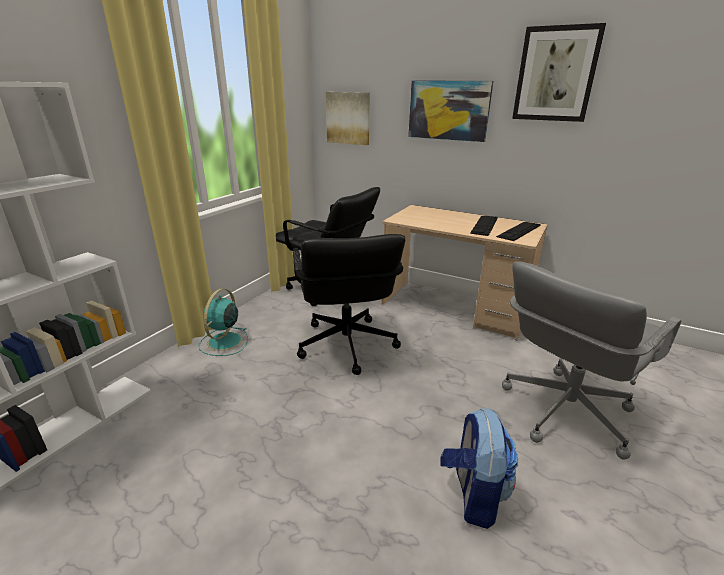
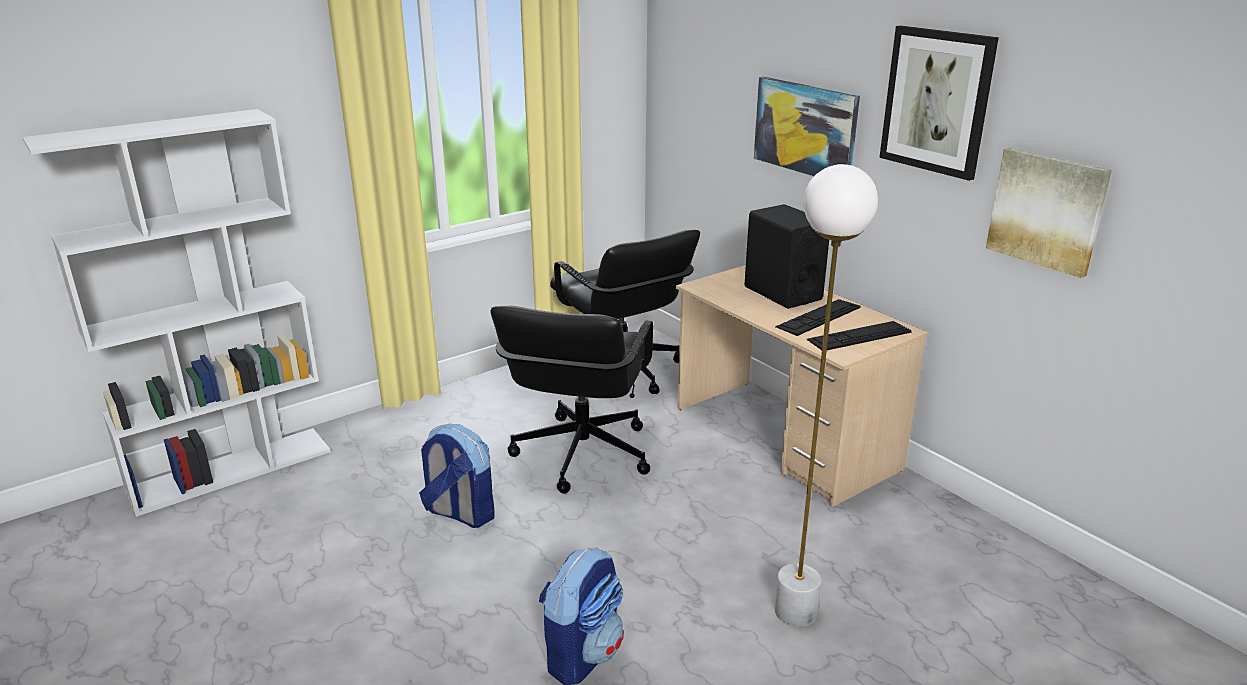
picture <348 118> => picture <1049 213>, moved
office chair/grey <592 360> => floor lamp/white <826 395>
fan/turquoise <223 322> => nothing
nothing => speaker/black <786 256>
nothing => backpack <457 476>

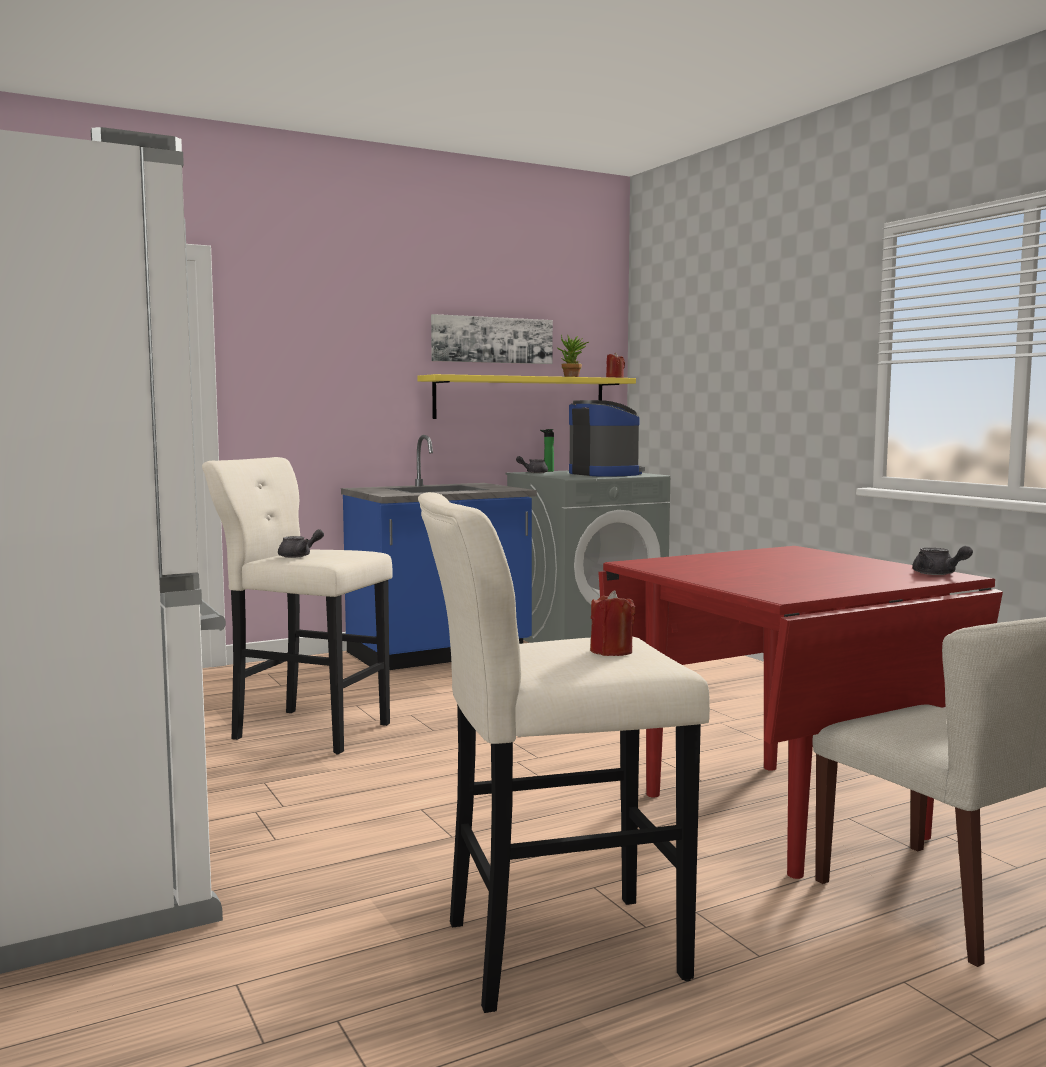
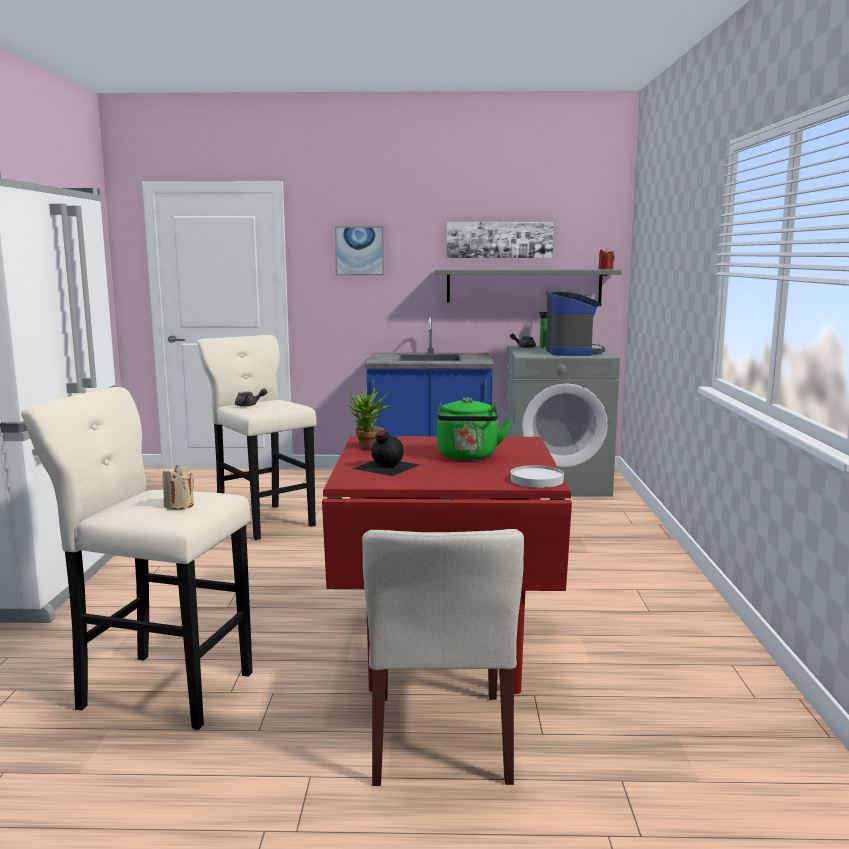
potted plant <573 356> => potted plant <369 419>, moved
shelf/yellow <526 396> => shelf/grey <528 286>
teapot/grey <942 560> => plate/white <537 477>
candle/red <612 623> => candle/beige <178 487>
nothing => picture <359 251>
nothing => kettle/green <474 428>
nothing => bottle/black <385 453>

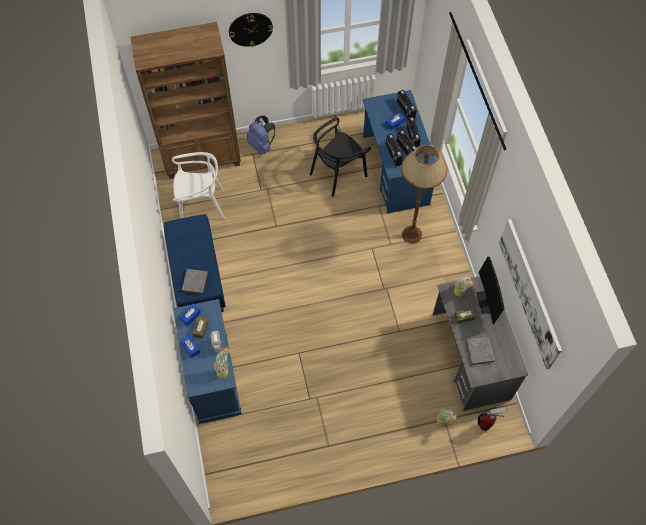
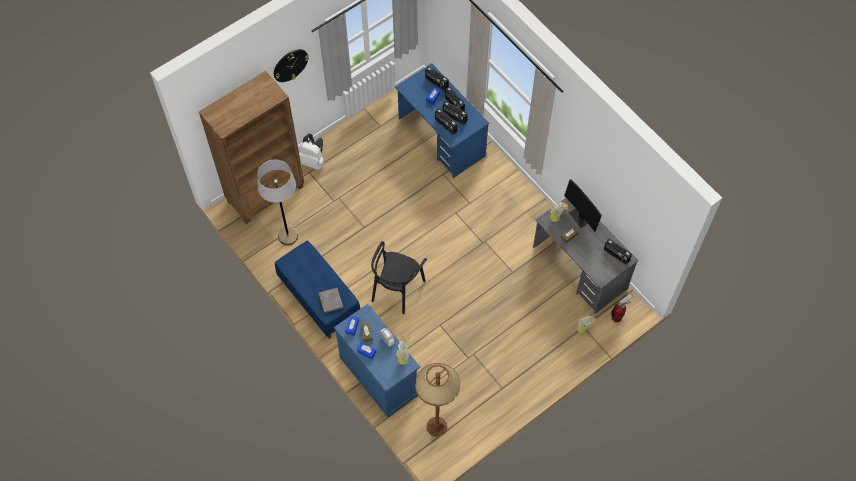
backpack/blue <261 135> => backpack/white <311 152>
chair/black <340 157> => chair/black <399 277>, moved
floor lamp/brown <424 194> => floor lamp/brown <437 400>, moved
chair/white <198 185> => floor lamp/grey <277 202>
picture <530 294> => nothing
book/grey <480 351> => nothing
nothing => radio <618 252>

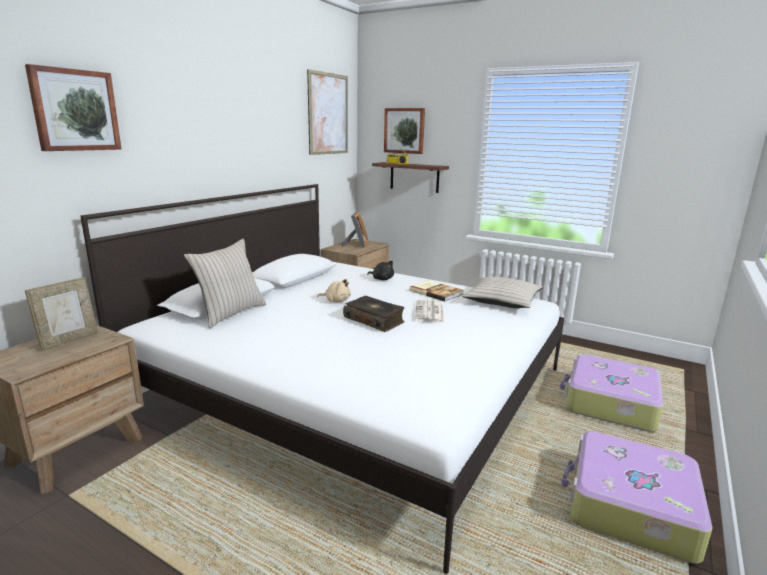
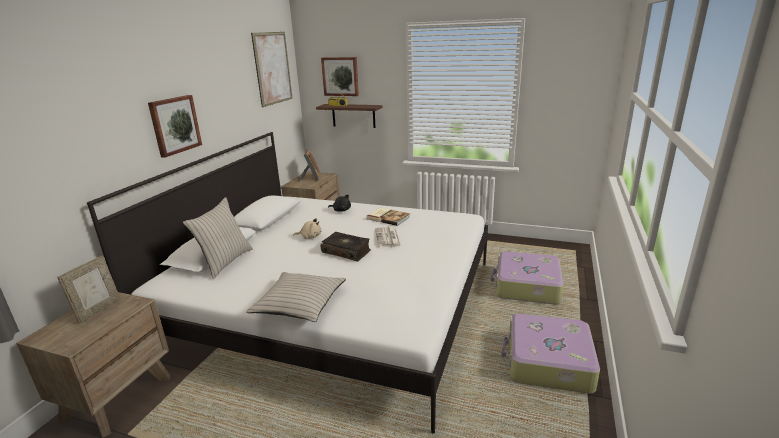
picture <73 107> => picture <175 126>, moved
pillow/beige <502 292> => pillow/beige <296 297>, moved

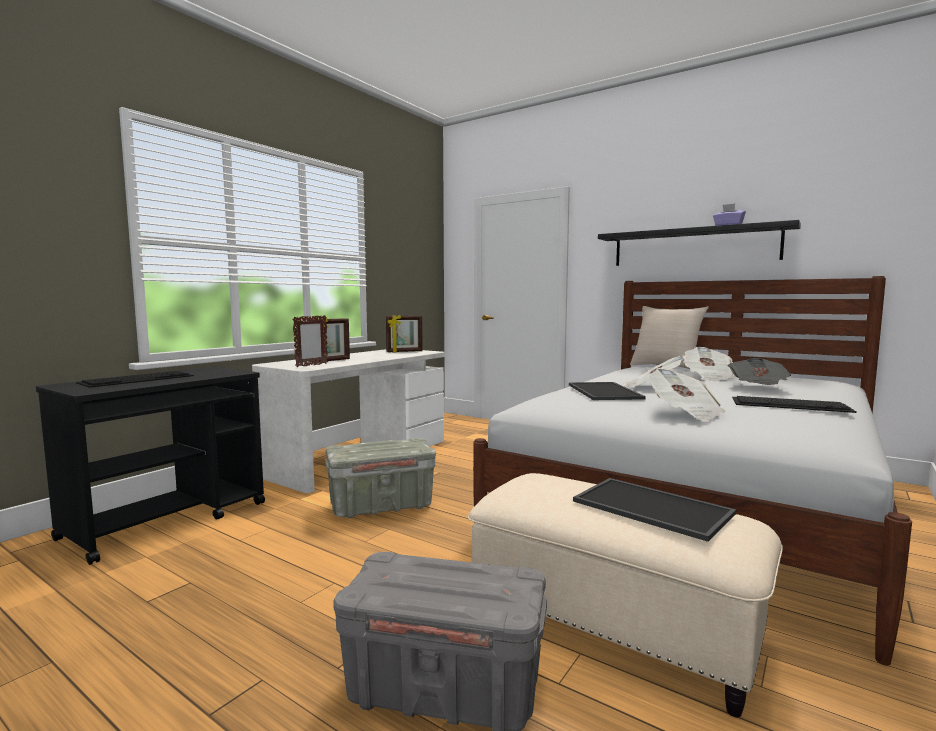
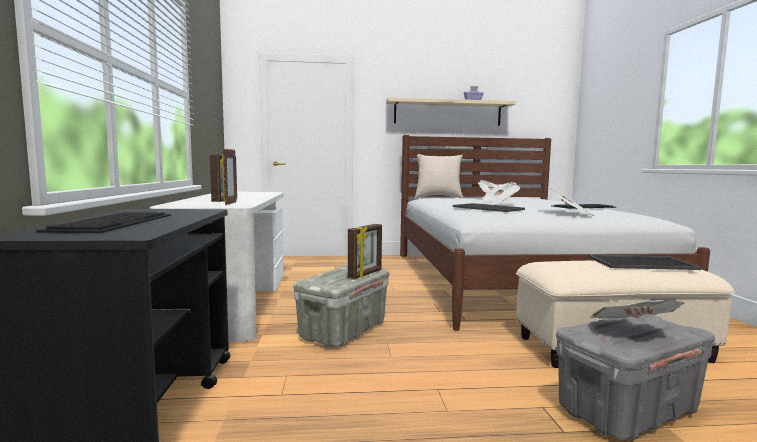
shelf/black <699 243> => shelf/beige <451 111>
picture frame <404 334> => picture frame <365 251>, moved
newspaper <759 371> => newspaper <637 309>, moved

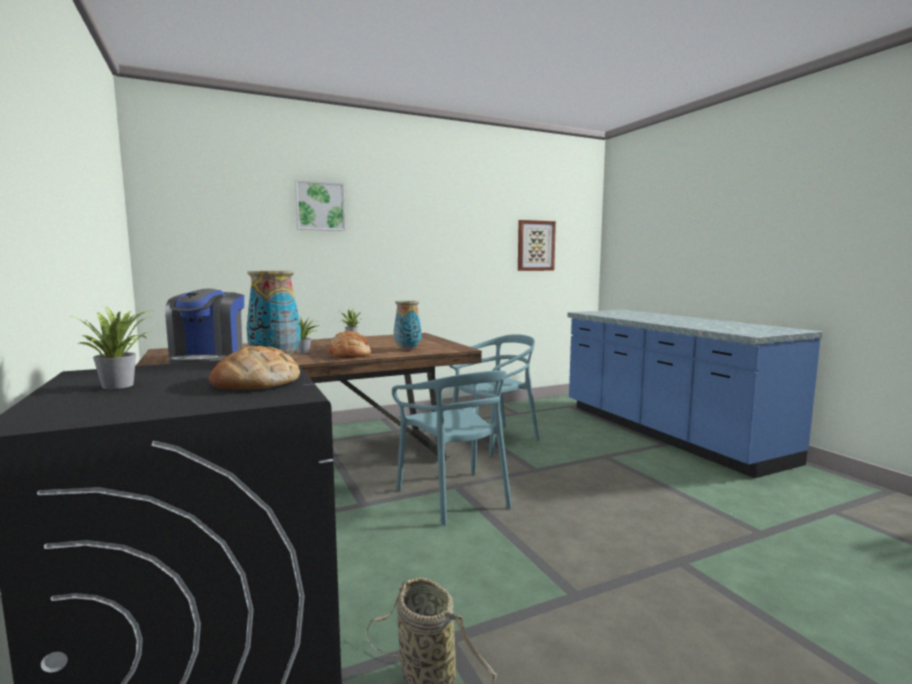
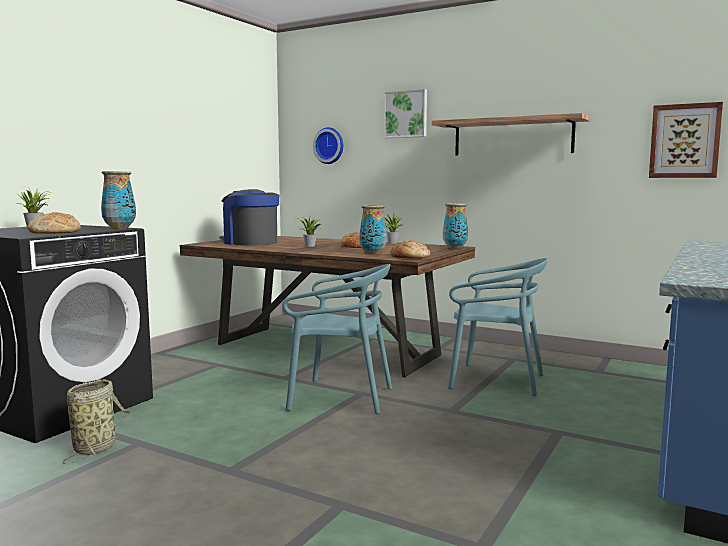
coffee machine <204 326> => coffee machine <249 217>, 75 degrees clockwise
bread <349 348> => bread <410 249>, moved
chair/turquoise <452 448> => chair/turquoise <337 339>, 105 degrees counterclockwise
nothing => shelf <511 134>
nothing => wall clock <328 145>
nothing => vase <455 226>

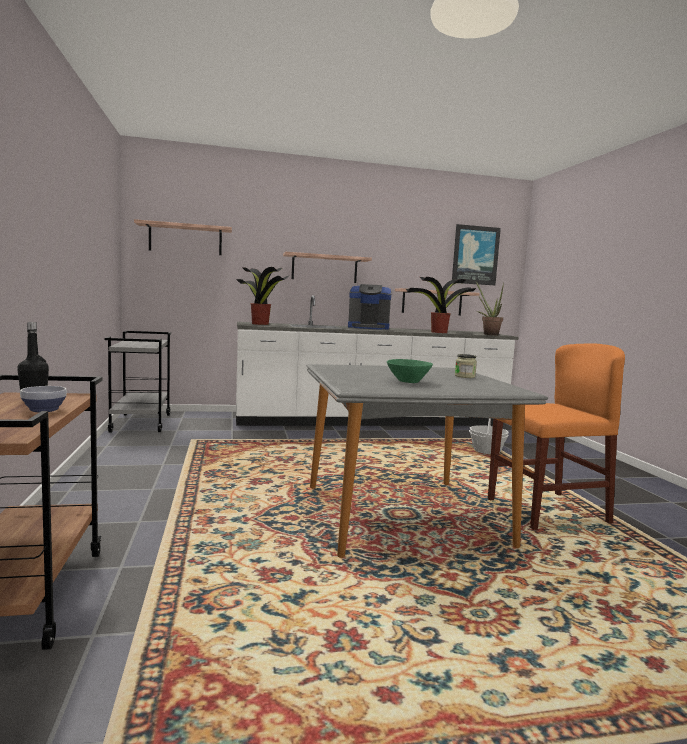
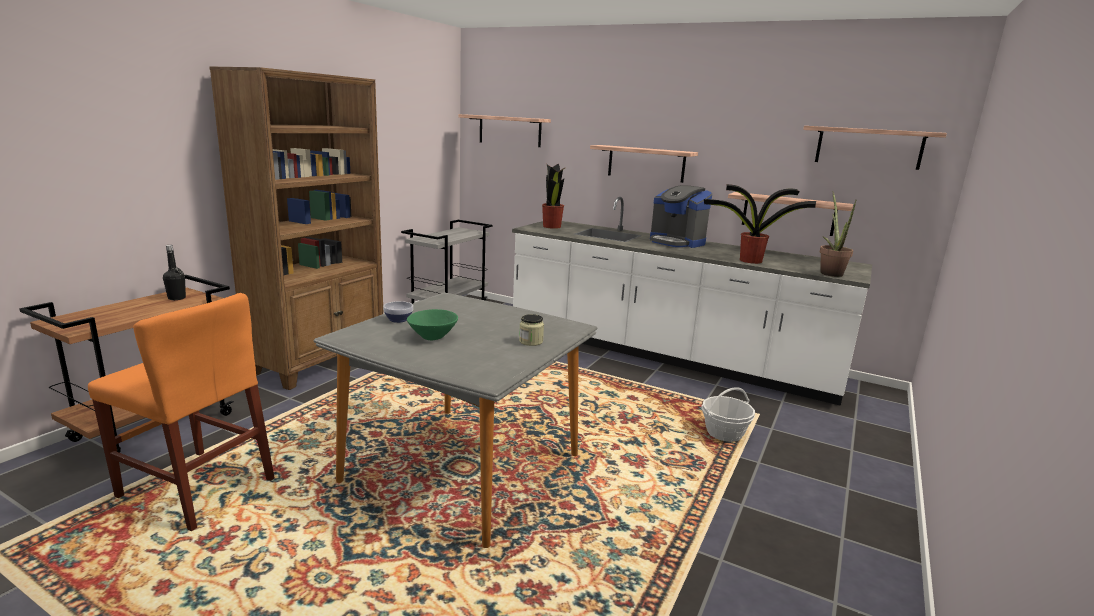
picture <476 254> => shelf <875 148>
chair/orange <556 436> => chair/orange <181 412>, moved
bowl <43 399> => bowl <398 312>, moved
nothing => bookcase/brown <296 228>

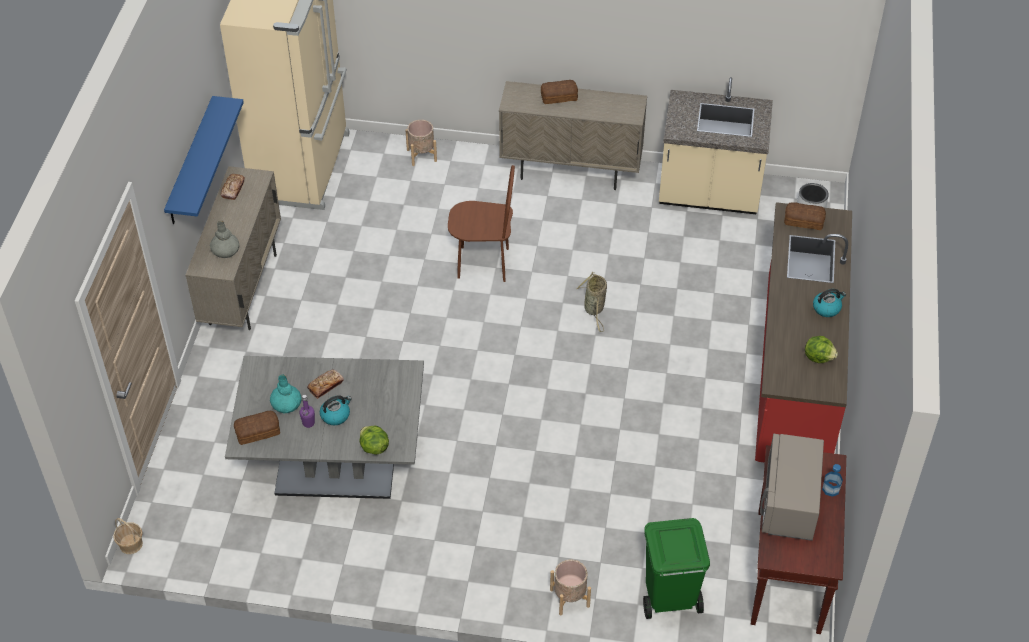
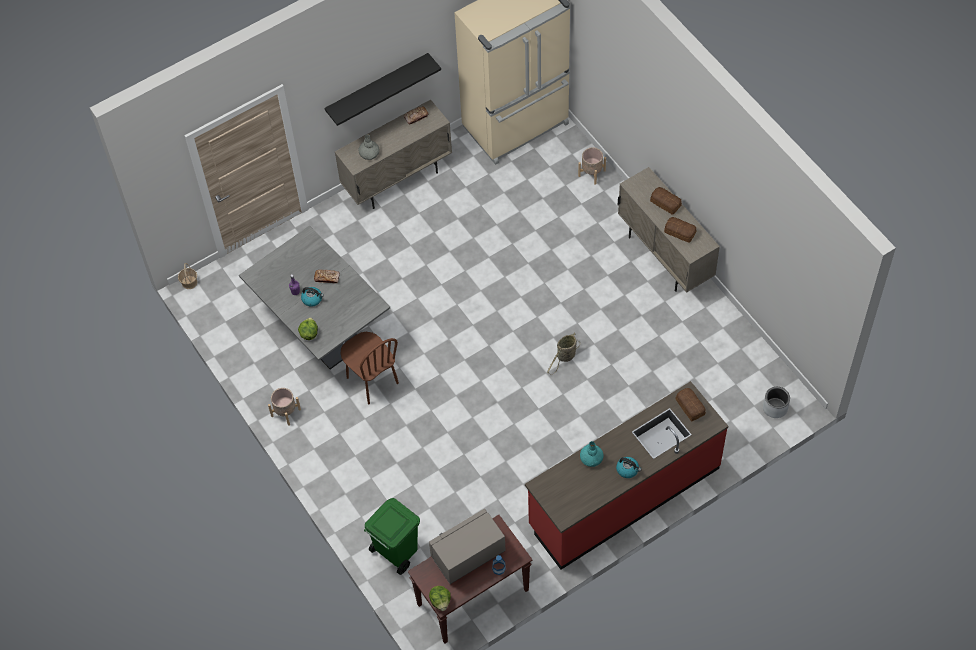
counter/beige <716 145> => nothing
shelf/blue <204 160> => shelf/black <382 89>
chair/brown <481 223> => chair/brown <370 368>, moved
lettuce <821 349> => lettuce <440 598>, moved
vase/turquoise <286 394> => vase/turquoise <591 454>, moved
bread <257 428> => bread <680 230>, moved
planter/beige <570 587> => planter/beige <284 407>, moved

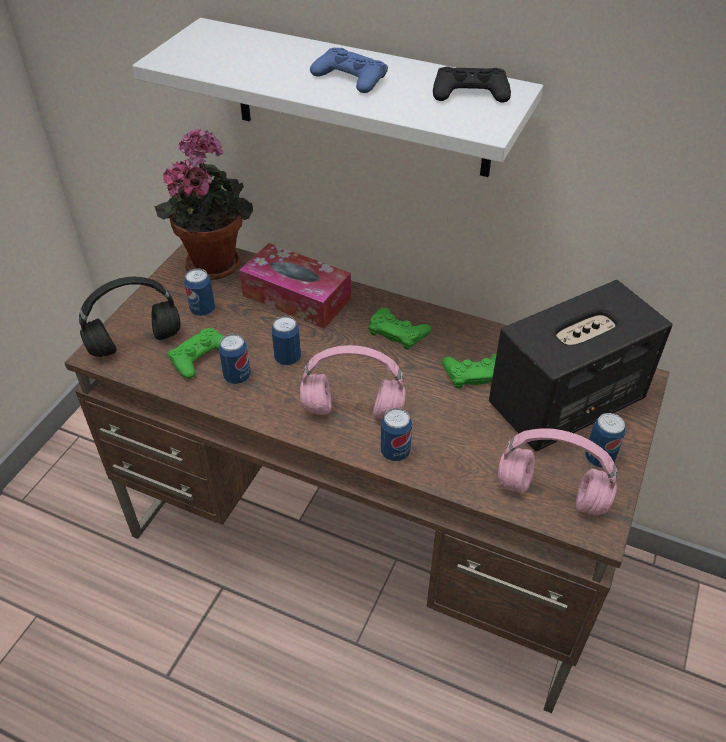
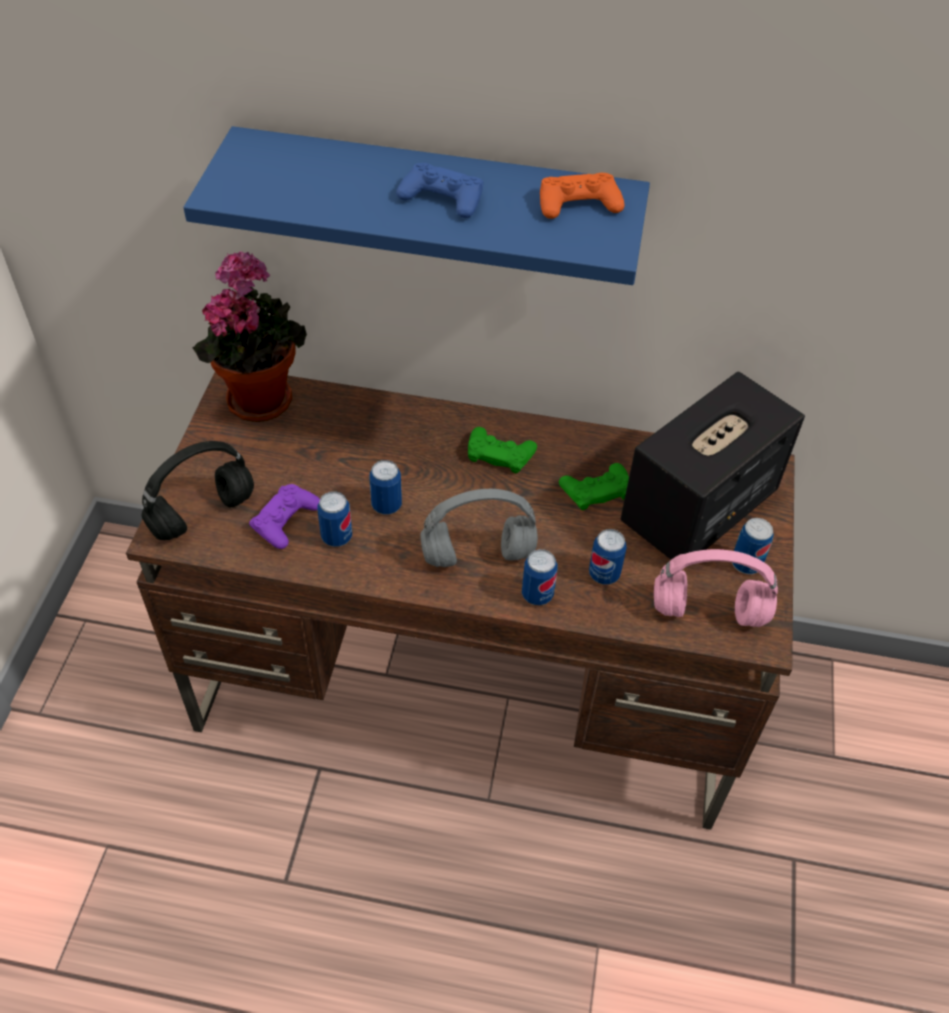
shelf/white <337 97> => shelf/blue <416 205>
game controller/black <472 84> => game controller/orange <582 195>
tissue box <295 286> => nothing
can <199 292> => can <608 556>, moved
game controller/green <195 353> => game controller/purple <284 516>
headphones/pink <352 382> => headphones/grey <479 528>

